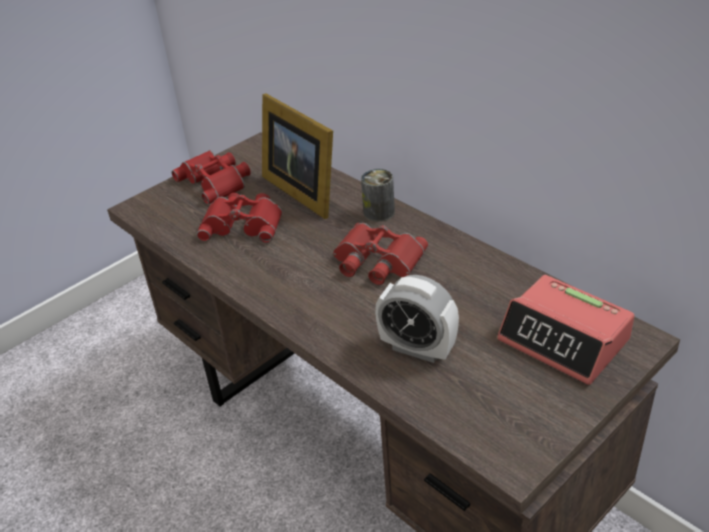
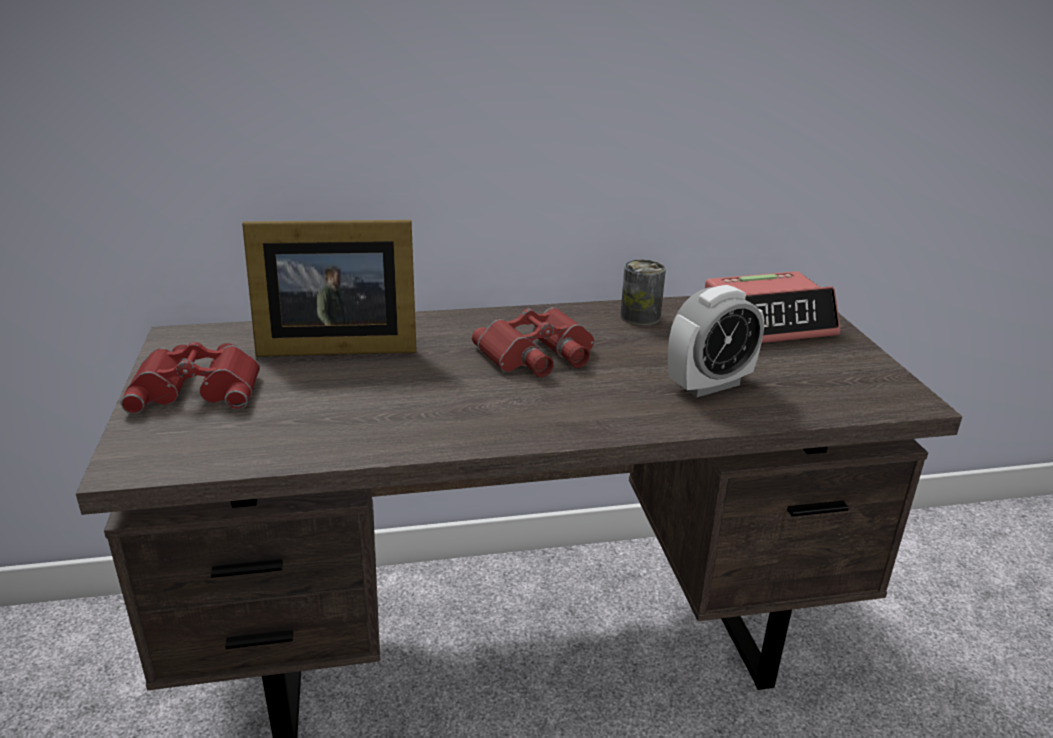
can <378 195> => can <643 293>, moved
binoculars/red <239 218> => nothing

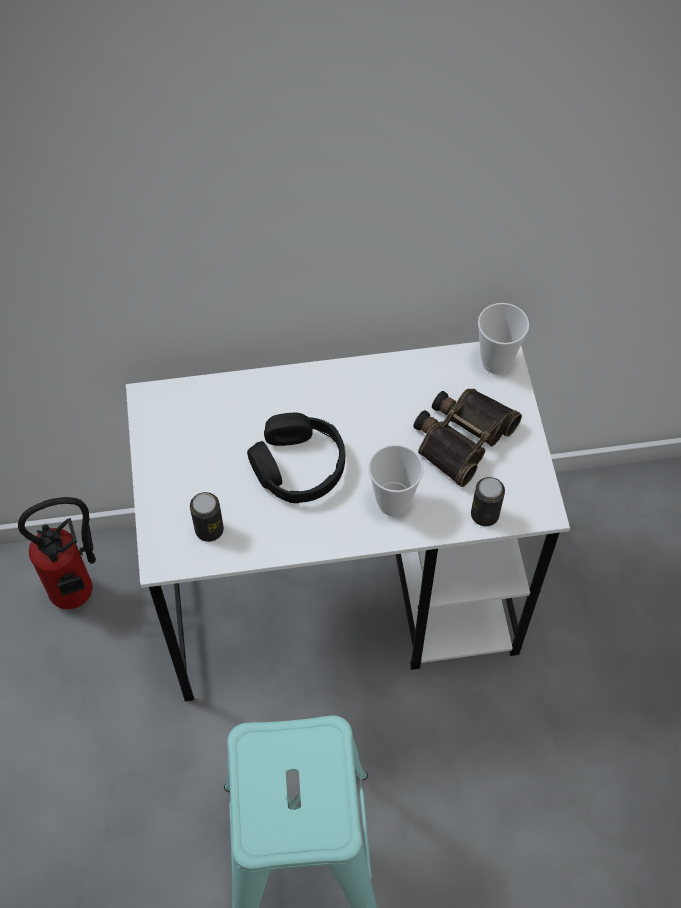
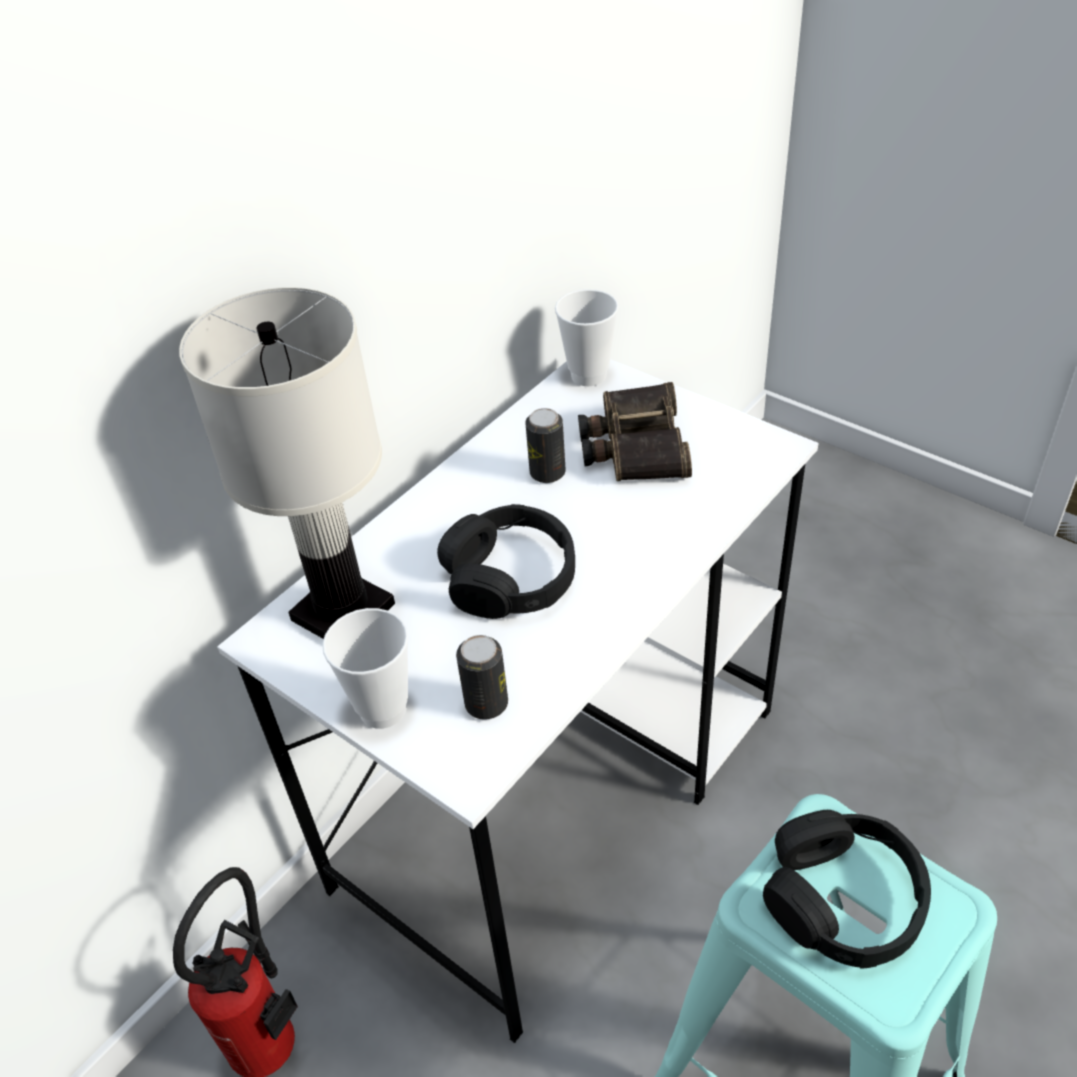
cup <396 480> => cup <365 668>, moved
can <488 502> => can <545 445>, moved
nothing => table lamp/white <287 463>
nothing => headphones/black <847 889>

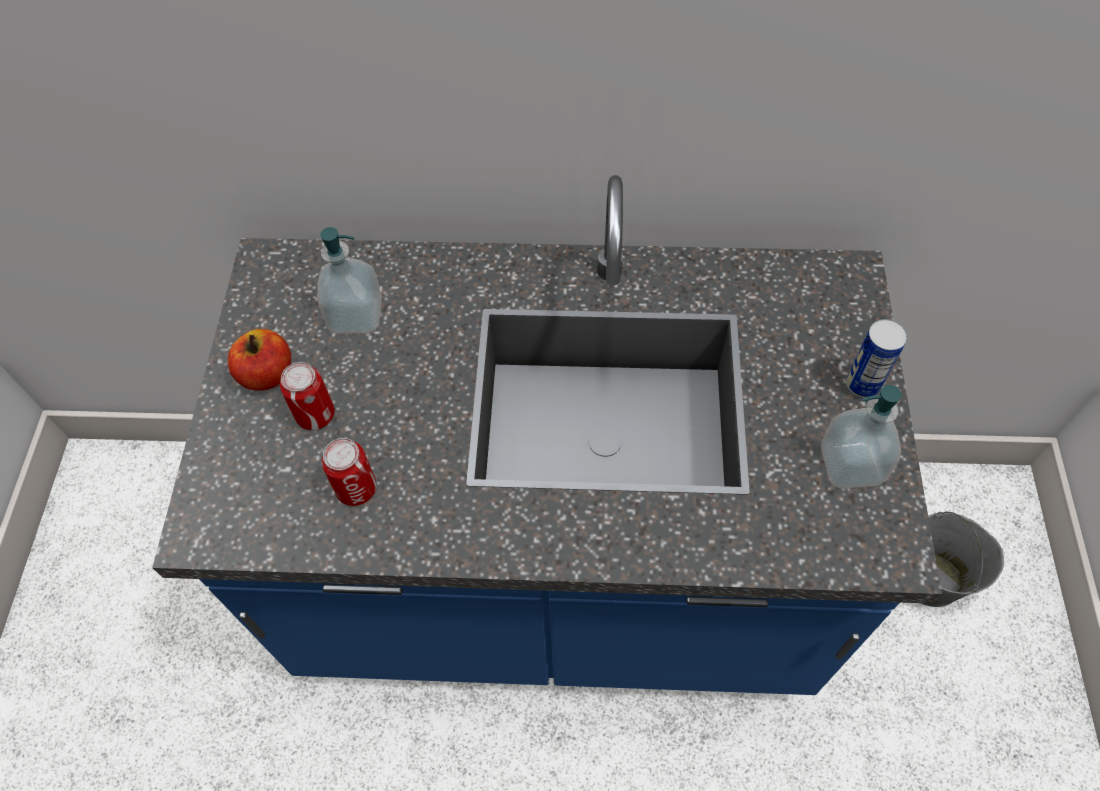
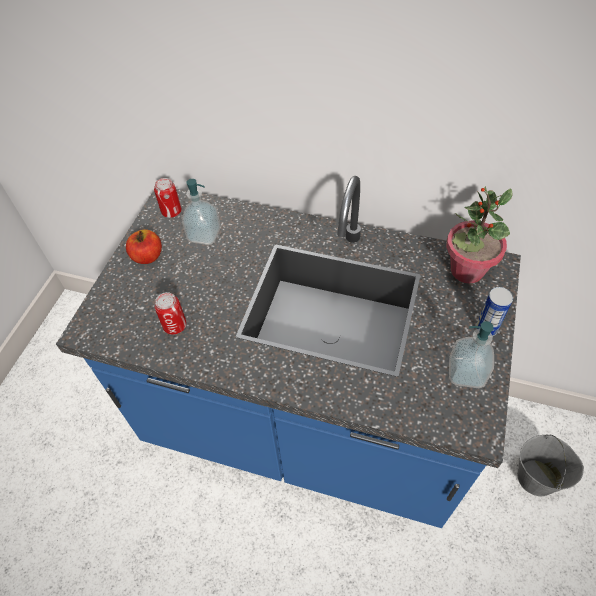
can <307 396> => can <168 198>, moved
nothing => potted plant <479 235>

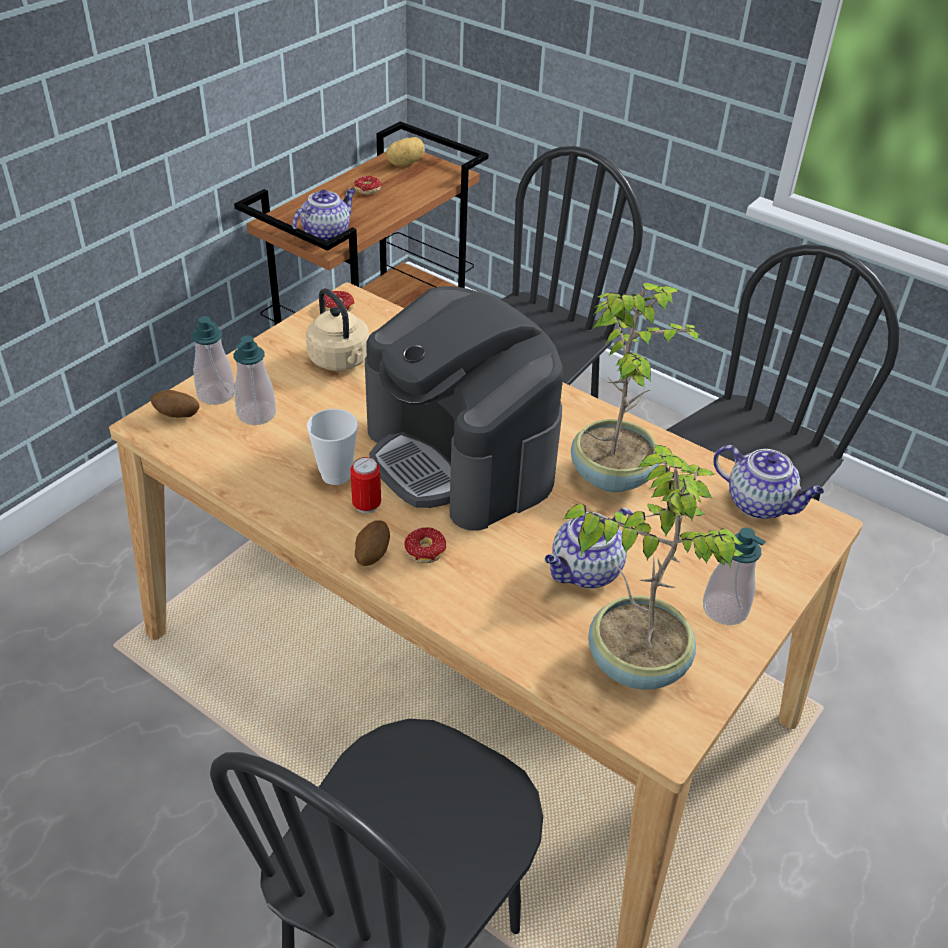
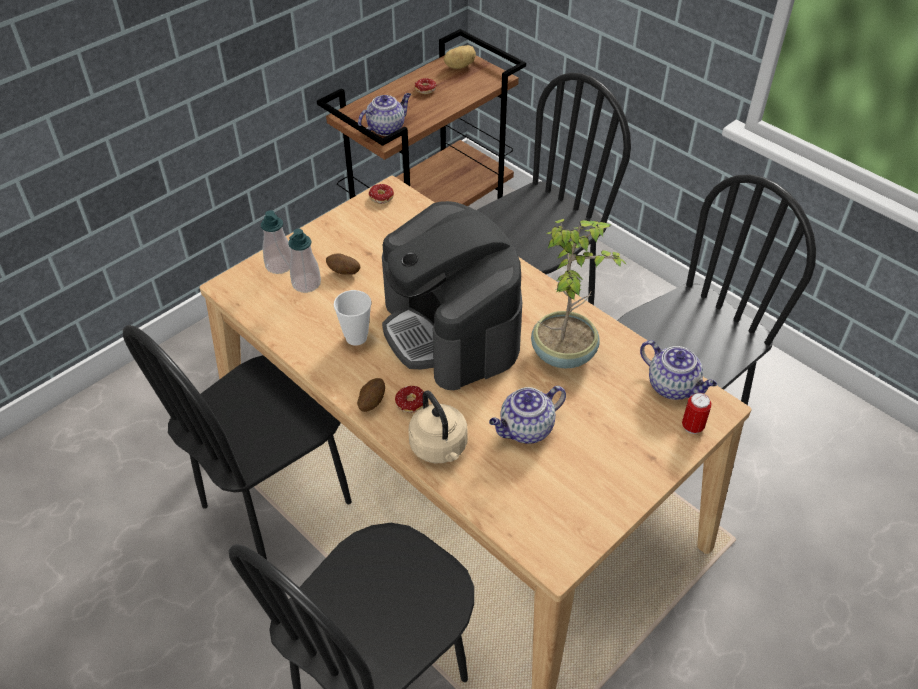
kettle/beige <338 329> => kettle/beige <438 427>, moved
potato <175 404> => potato <343 264>, moved
potted plant <654 566> => nothing
can <365 485> => can <697 413>, moved
soap dispenser <734 576> => nothing
nothing => chair/black <237 442>

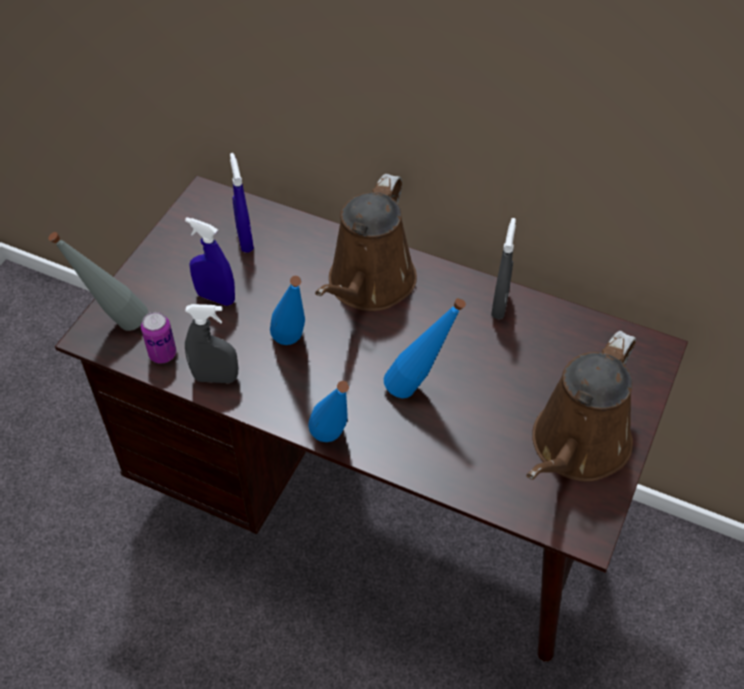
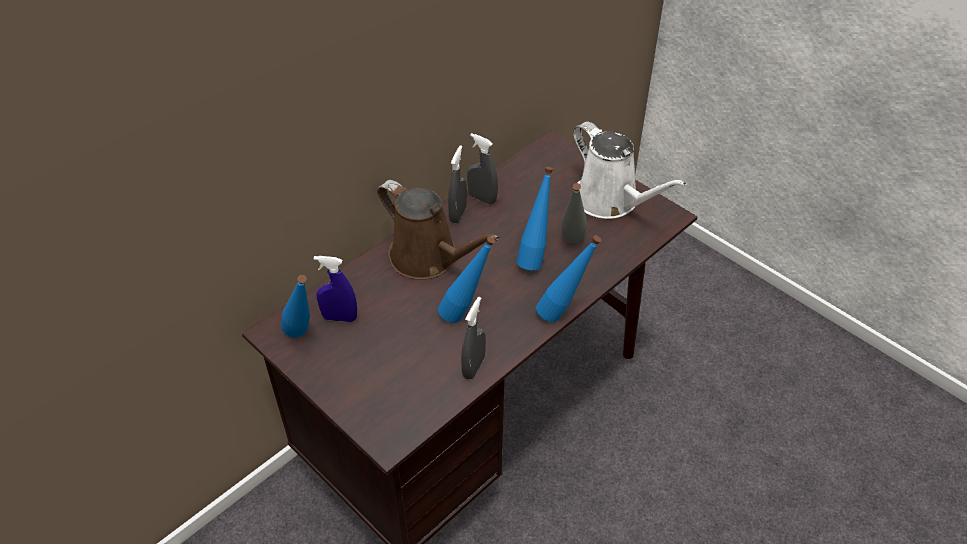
spray bottle/blue <210 261> => nothing
bottle/grey <98 281> => bottle/grey <574 213>, moved
can <158 338> => nothing
watering can/brown <581 406> => watering can/white <630 170>
nothing => spray bottle/grey <457 184>
nothing => bottle/blue <295 306>

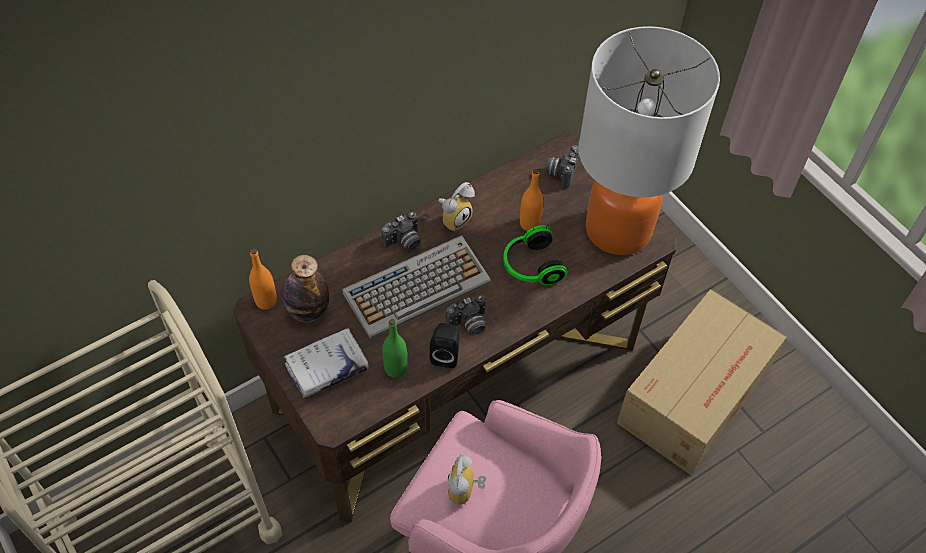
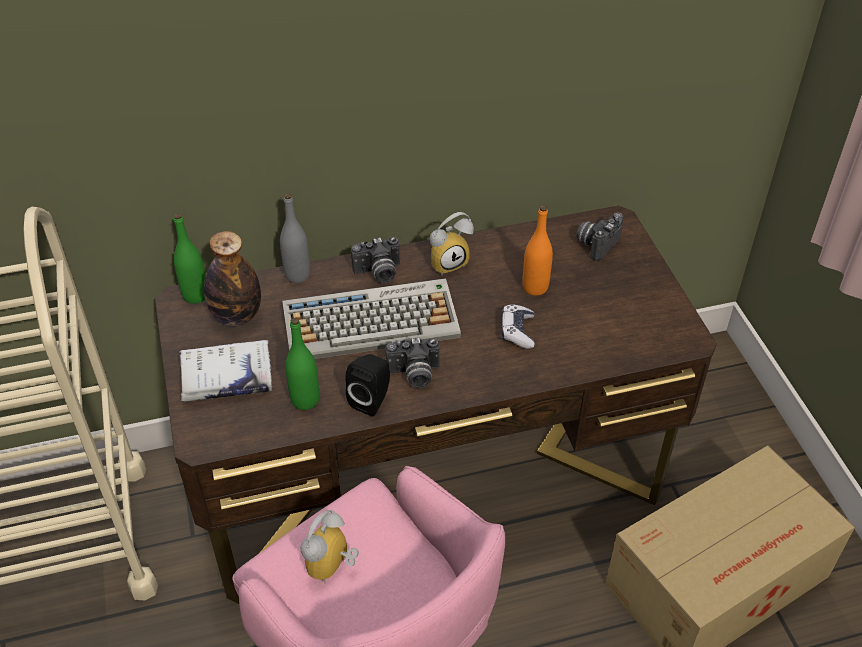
table lamp <649 140> => nothing
headphones <535 253> => game controller <518 326>
bottle/orange <263 279> => bottle/green <190 258>
nothing => bottle/grey <295 238>

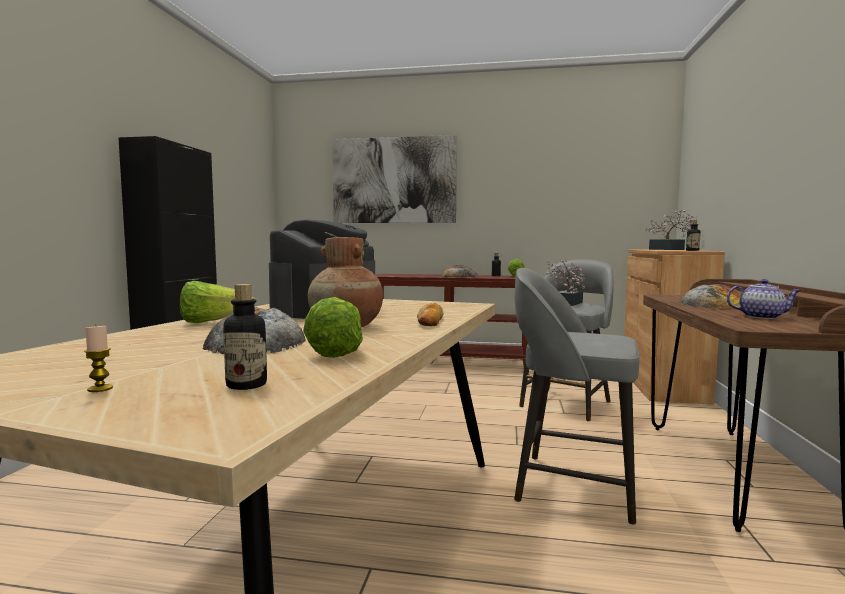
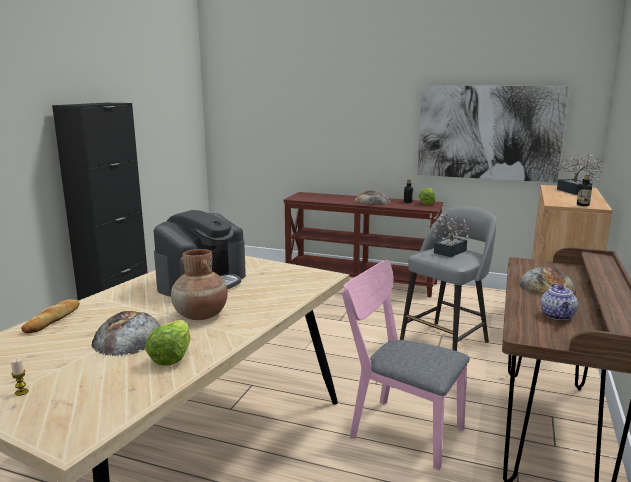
picture <394 179> => picture <493 134>, moved
stool/grey <577 396> => chair/pink <406 365>
teapot <763 299> => teapot <559 301>, 75 degrees clockwise
lettuce <217 302> => nothing
bottle <245 337> => nothing
bread <430 314> => bread <50 316>, moved

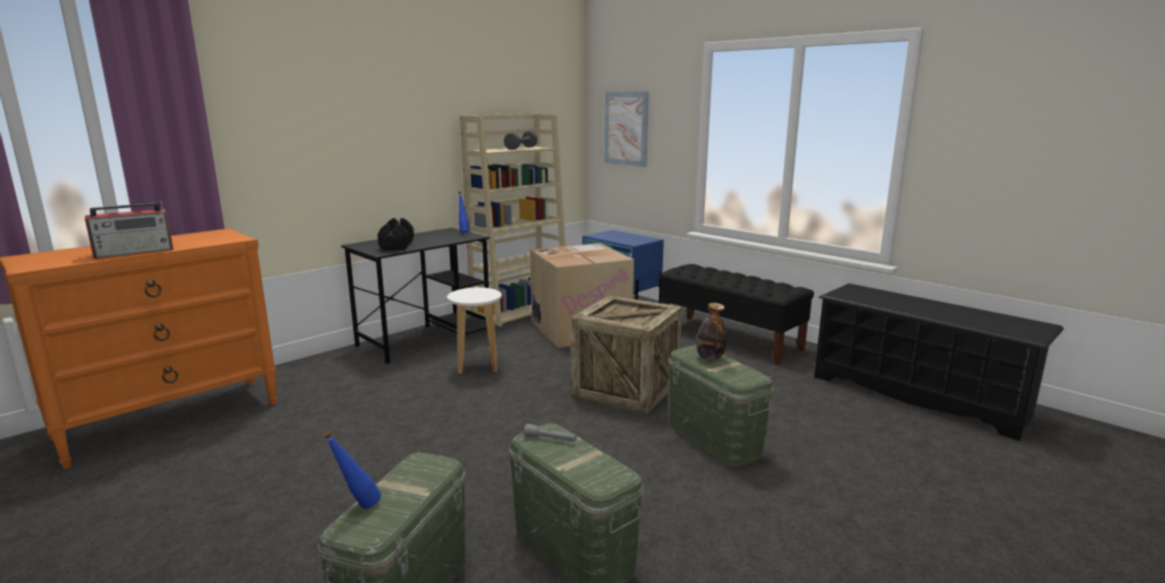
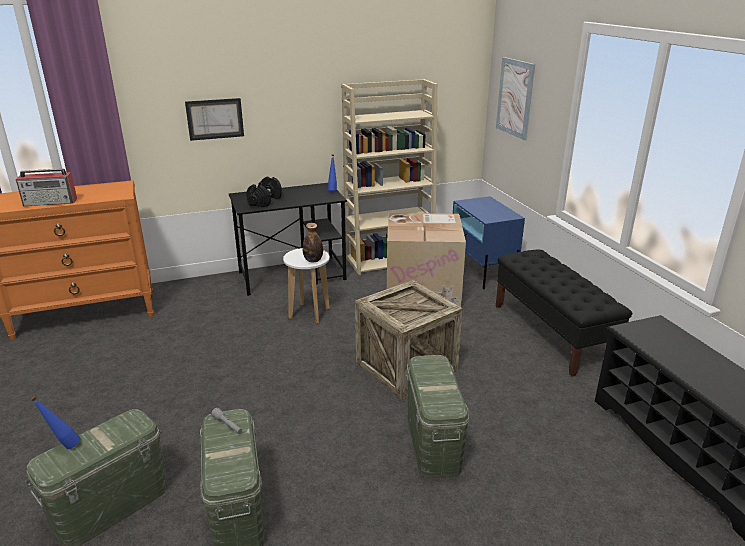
dumbbell/grey <520 140> => nothing
bottle <711 332> => bottle <312 242>, moved
nothing => picture <214 119>

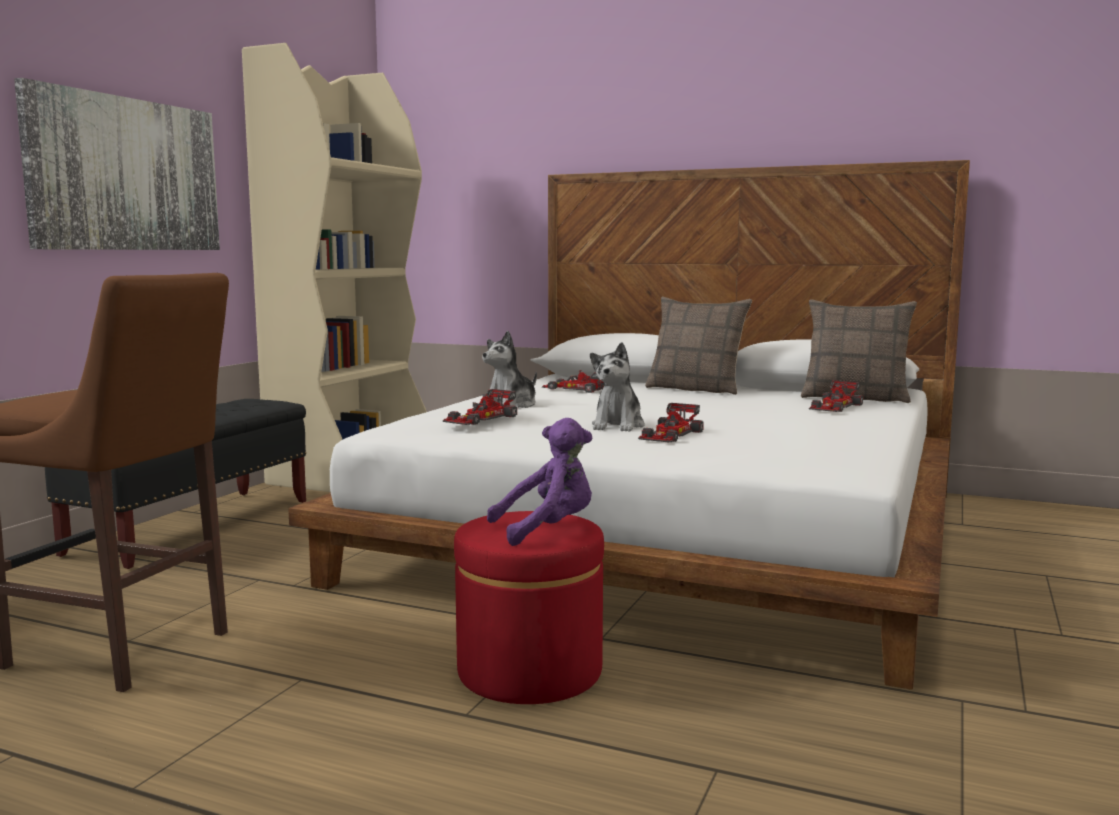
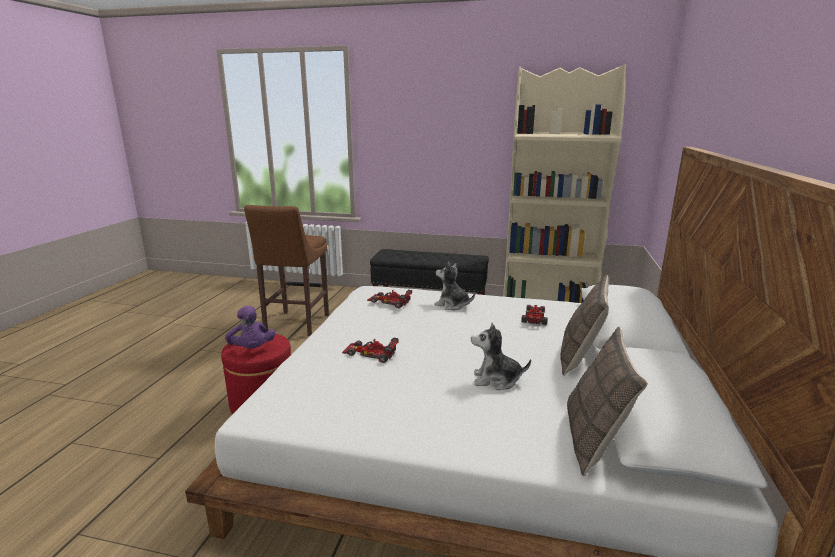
picture <117 164> => nothing
plush toy <617 387> => plush toy <501 356>, moved
toy car <836 396> => nothing

